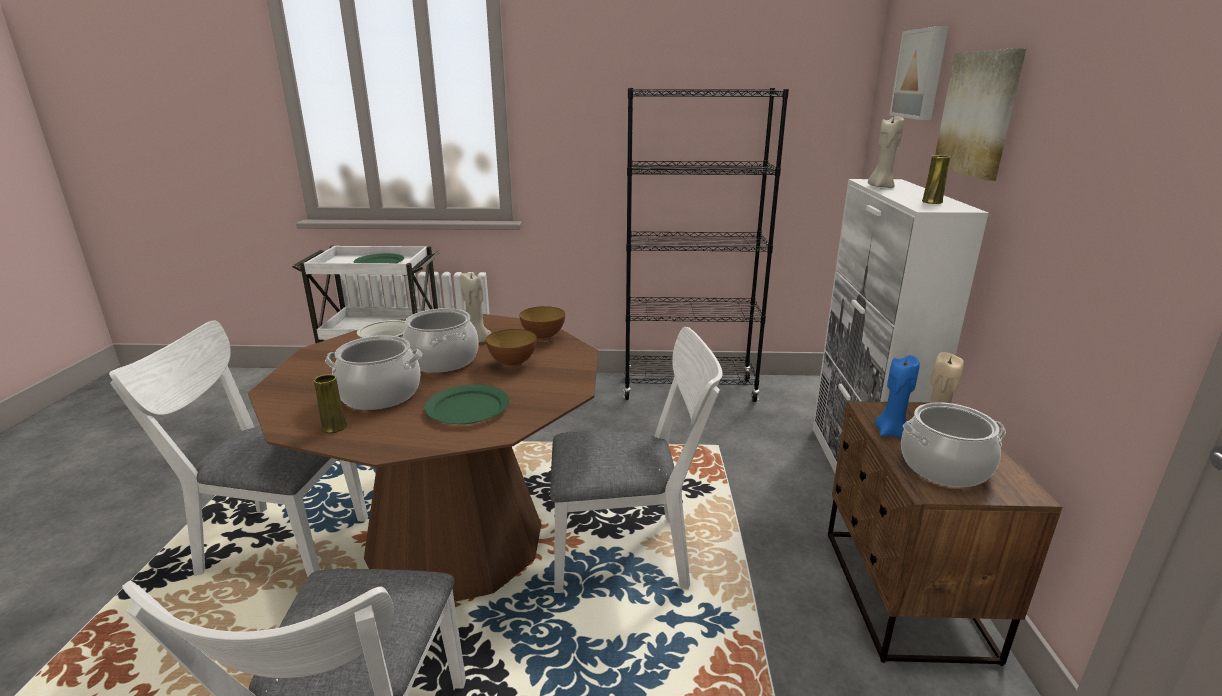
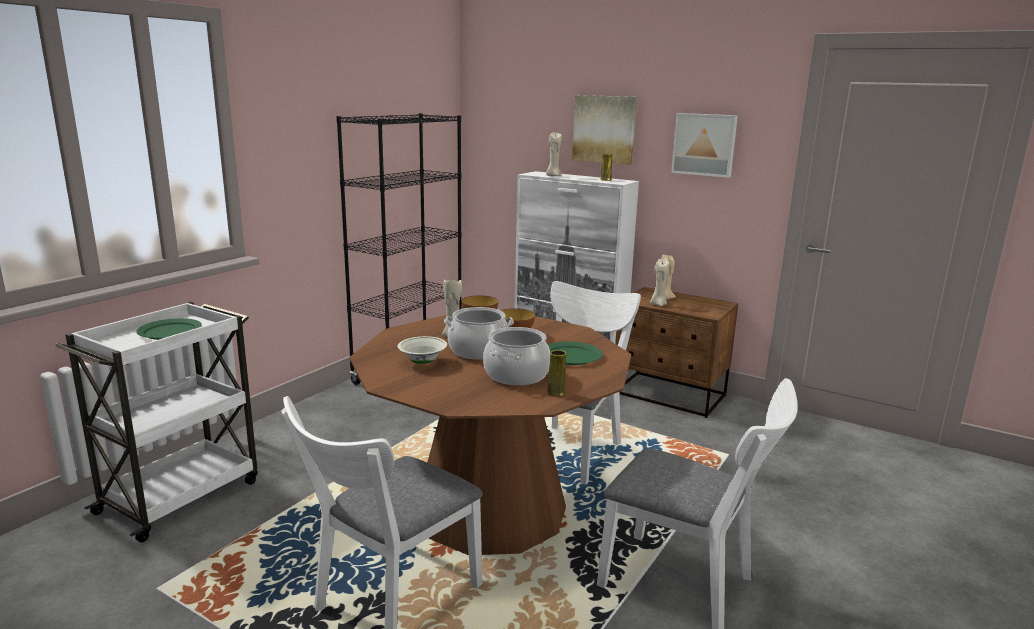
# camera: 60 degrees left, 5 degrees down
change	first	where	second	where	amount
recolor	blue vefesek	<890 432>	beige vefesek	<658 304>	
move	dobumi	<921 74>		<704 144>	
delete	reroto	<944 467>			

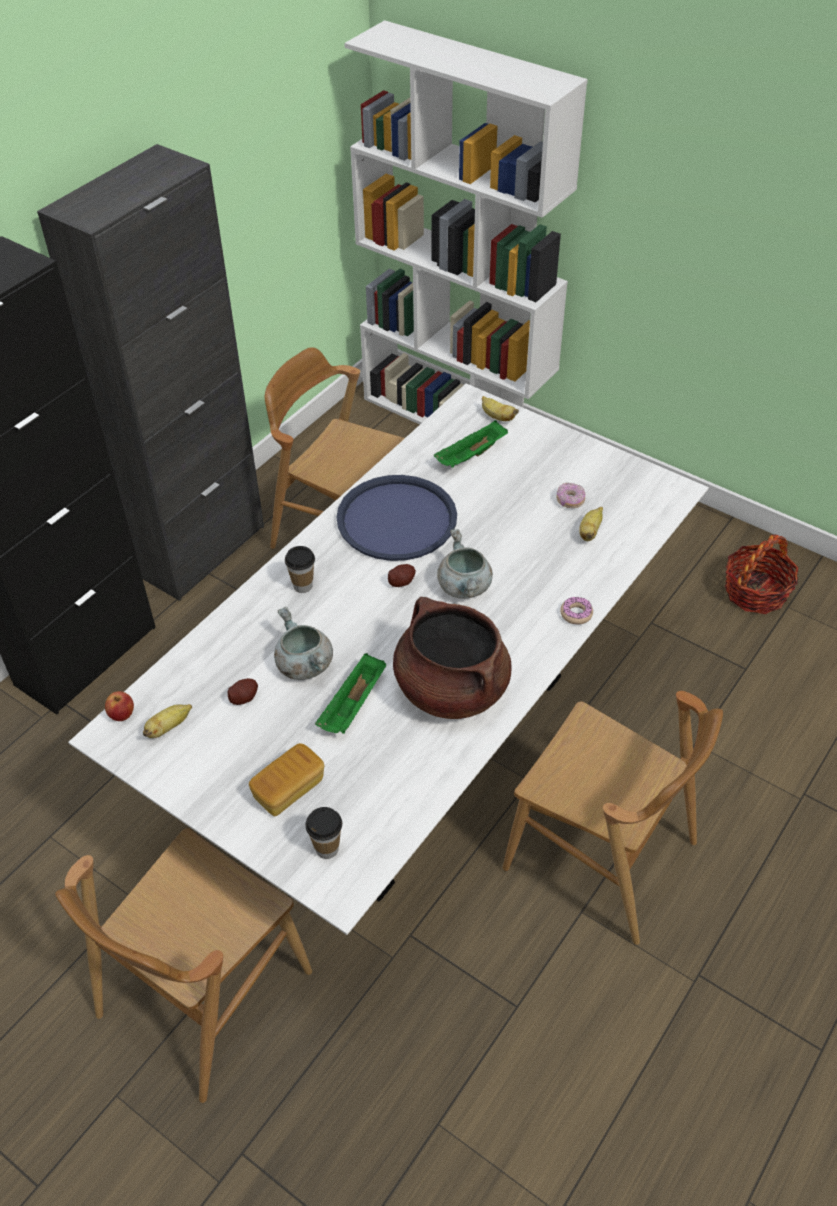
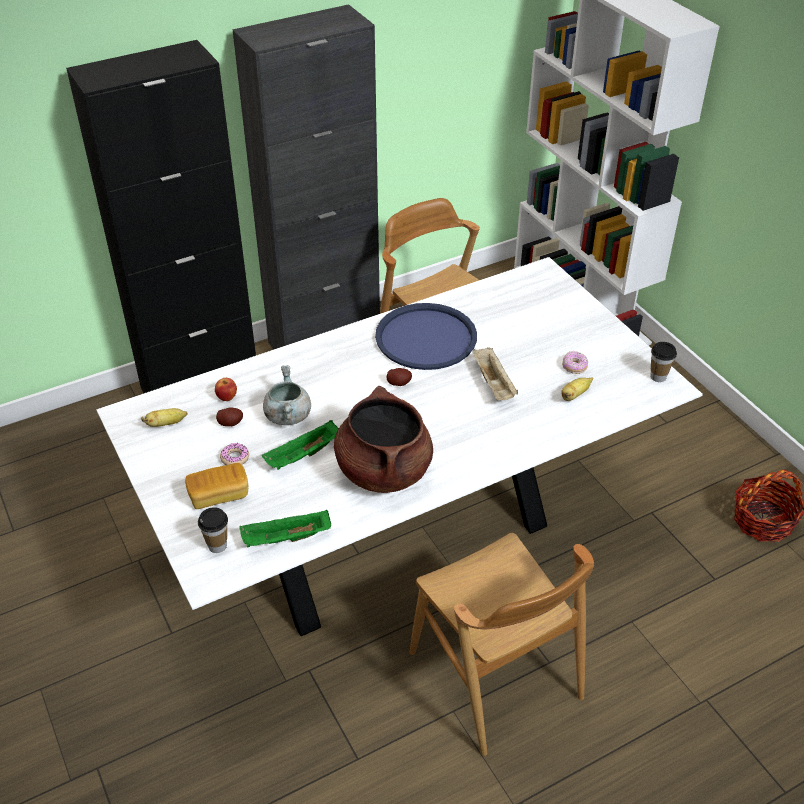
# camera: 25 degrees right, 5 degrees down
change	first	where	second	where	amount
move	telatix	<122 714>		<227 397>	
move	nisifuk	<576 614>		<235 458>	
move	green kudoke	<471 456>		<286 539>	
insert			beige kudoke	<494 384>	
move	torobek	<303 586>		<658 377>	
delete	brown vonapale	<203 993>			
delete	grey reroto	<465 587>			
delete	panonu	<497 417>			

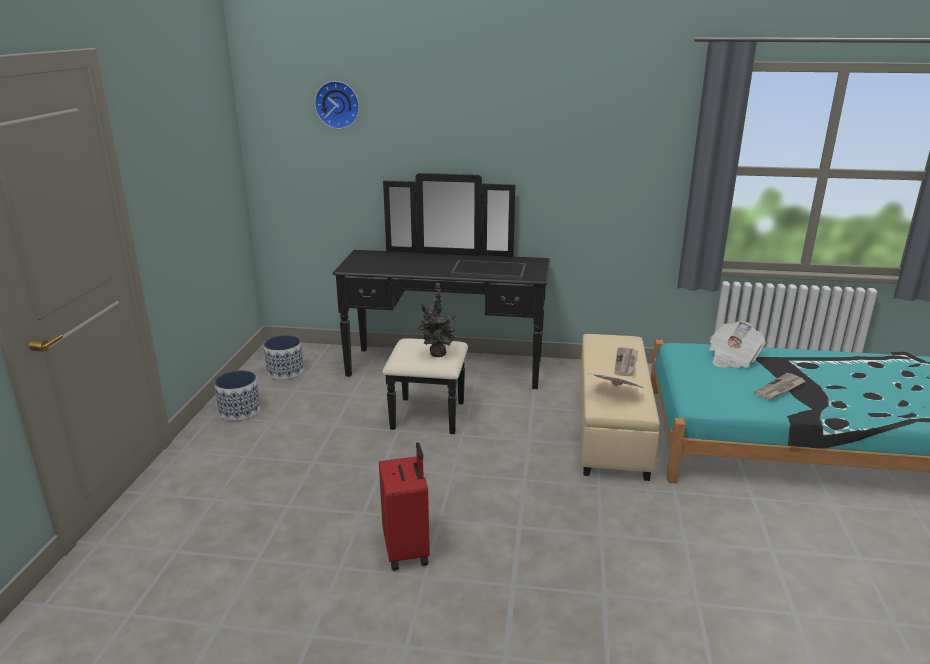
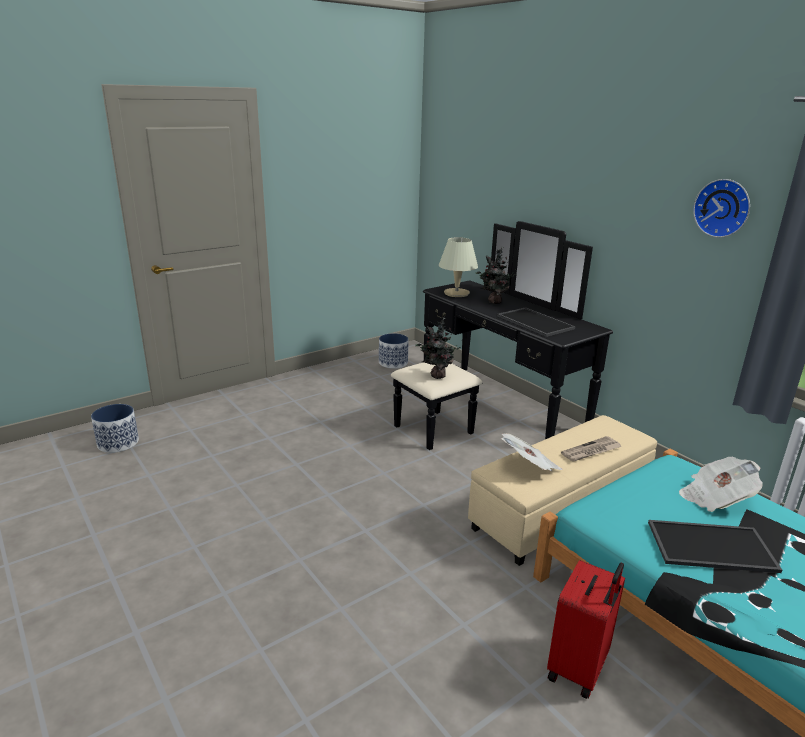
# camera: 45 degrees right, 0 degrees up
change	first	where	second	where	amount
move	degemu	<239 411>		<118 443>	
insert			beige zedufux	<456 293>	
insert			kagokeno	<493 302>	
move	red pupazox	<407 550>		<579 669>	
replace	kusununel	<780 388>	kudoke	<710 547>	
move	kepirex	<338 104>		<723 208>	

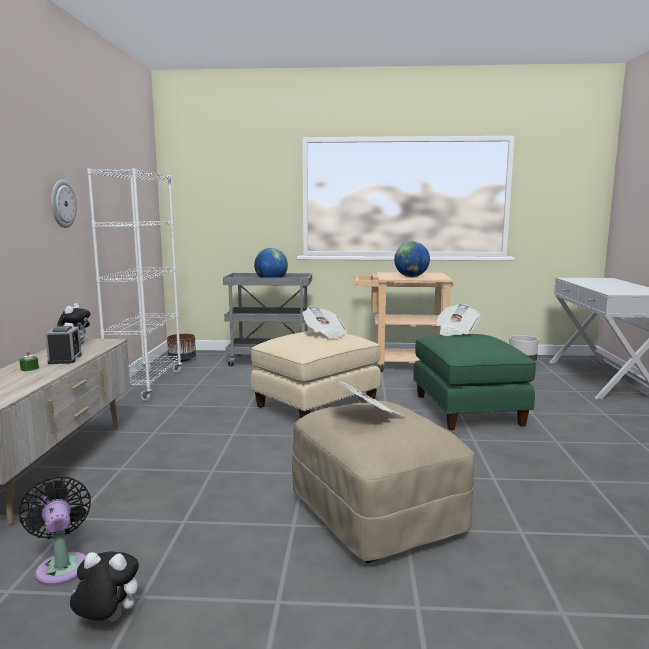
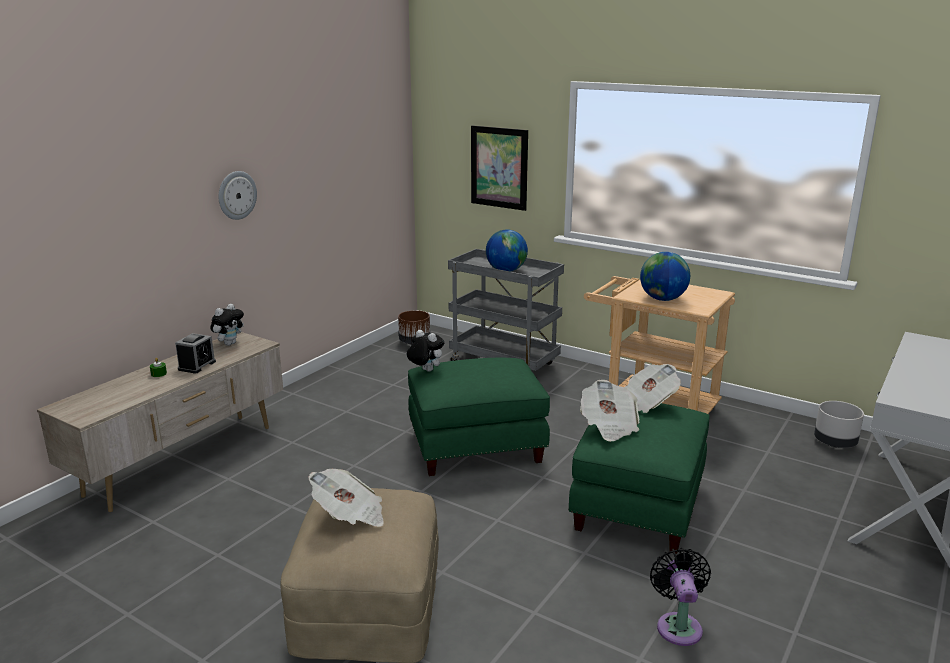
# camera: 30 degrees right, 10 degrees up
change	first	where	second	where	amount
move	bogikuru	<107 620>		<425 370>	
recolor	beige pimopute	<316 404>	green pimopute	<476 446>	
insert			dobumi	<499 167>	
move	kusununel	<324 334>		<609 426>	
move	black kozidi	<62 566>		<678 625>	
delete	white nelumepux	<146 385>			

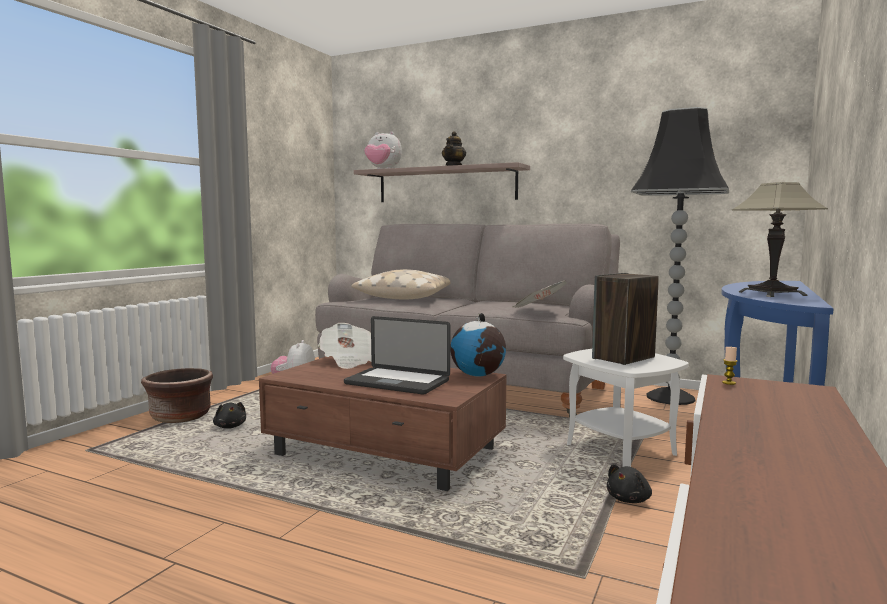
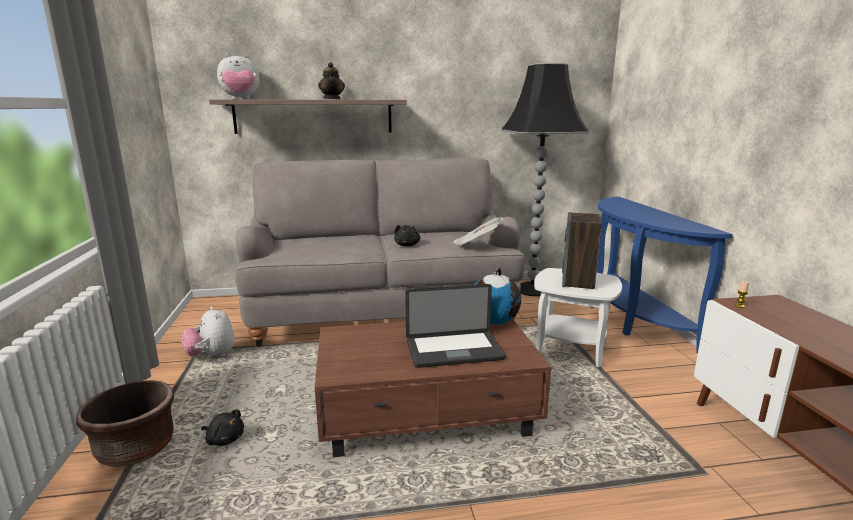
# camera: 35 degrees left, 10 degrees up
change	first	where	second	where	amount
move	black bogikuru	<629 499>		<407 245>	
delete	kusununel	<348 361>			
delete	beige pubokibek	<406 296>			
delete	zedufux	<772 294>			

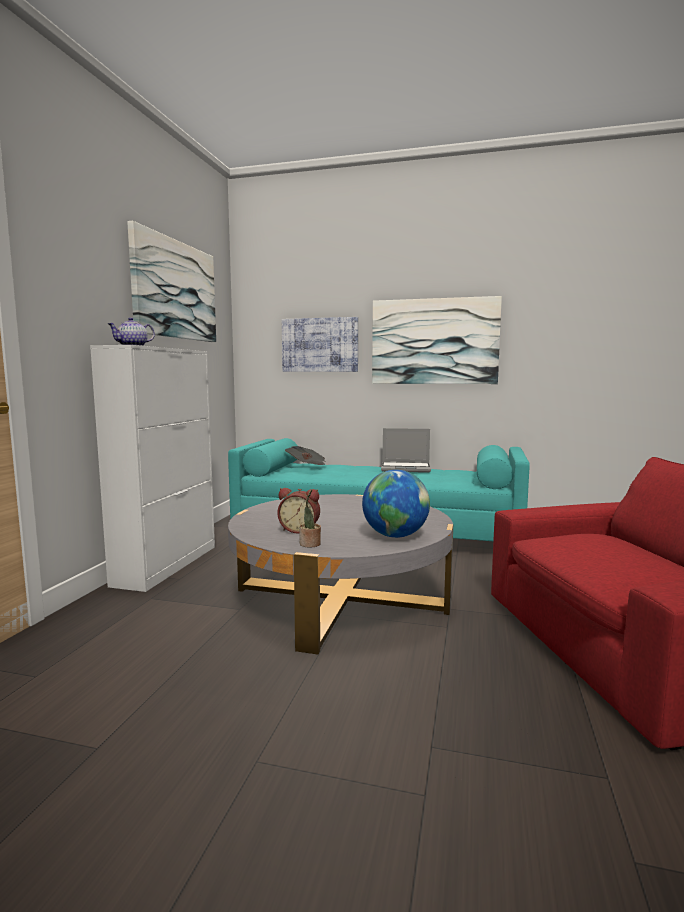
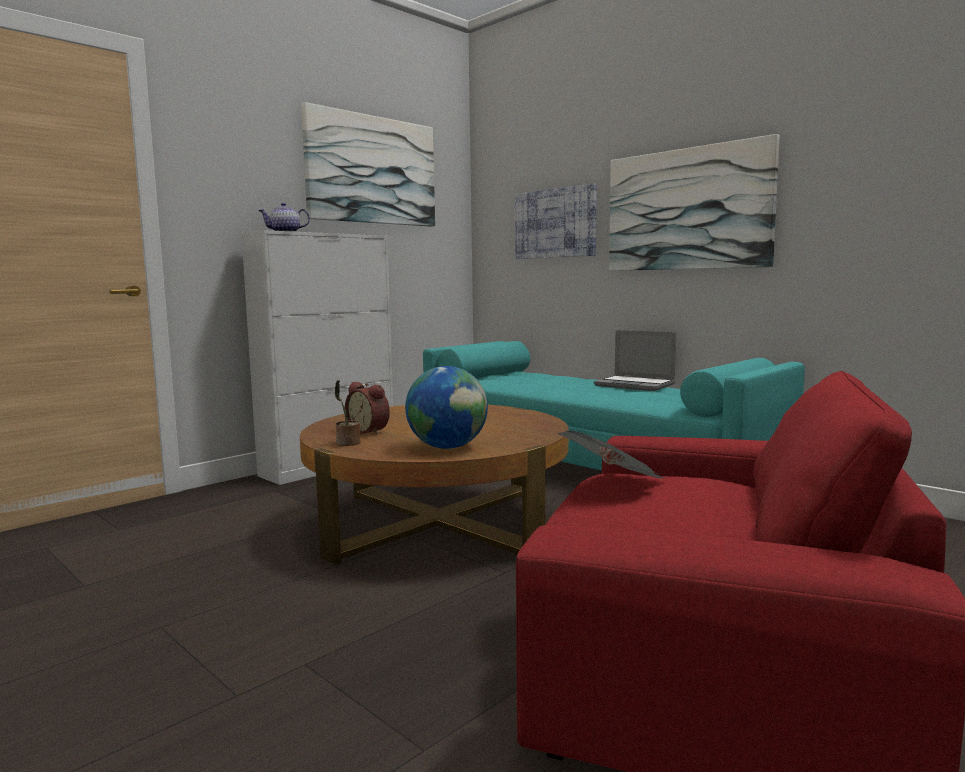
# camera: 30 degrees right, 0 degrees up
change	first	where	second	where	amount
recolor	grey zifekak	<340 598>	brown zifekak	<438 522>	
move	kusununel	<307 467>		<613 484>	

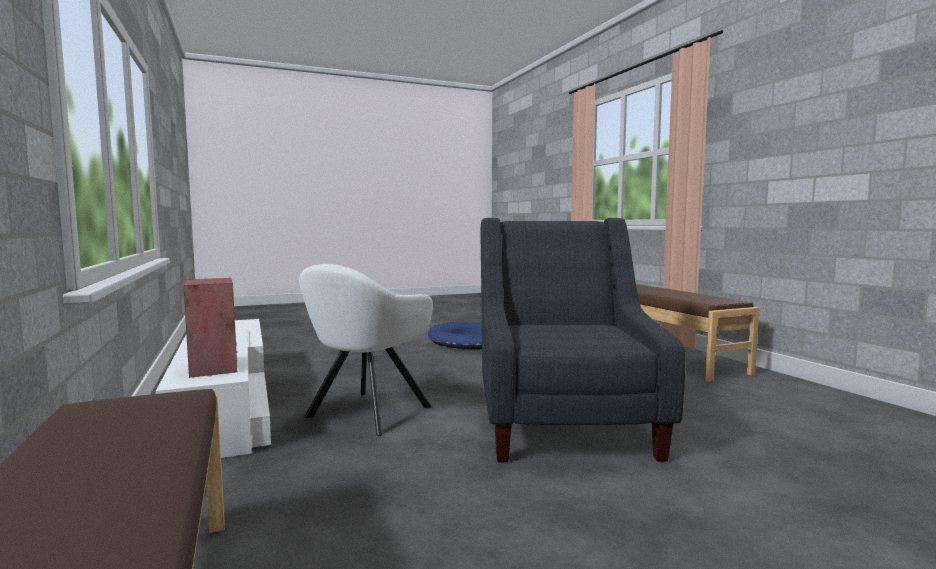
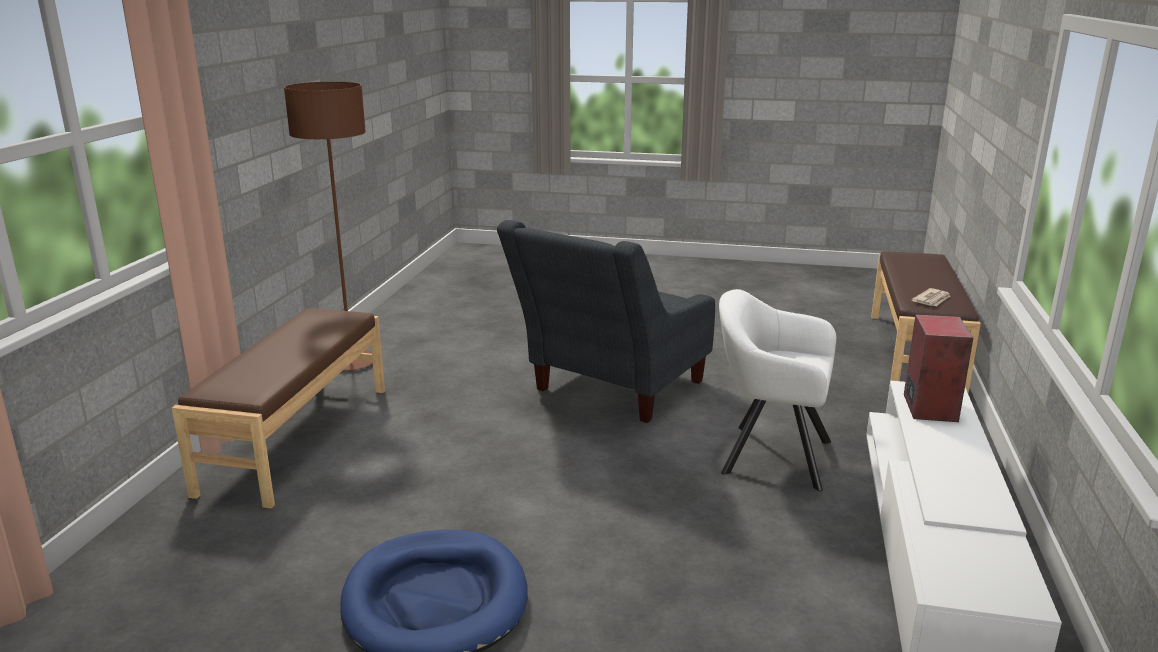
# camera: 145 degrees left, 15 degrees up
change	first	where	second	where	amount
insert			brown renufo	<351 363>	
rotate	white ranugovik	<364 414>		<769 455>	135 degrees counterclockwise
insert			kusununel	<932 300>	

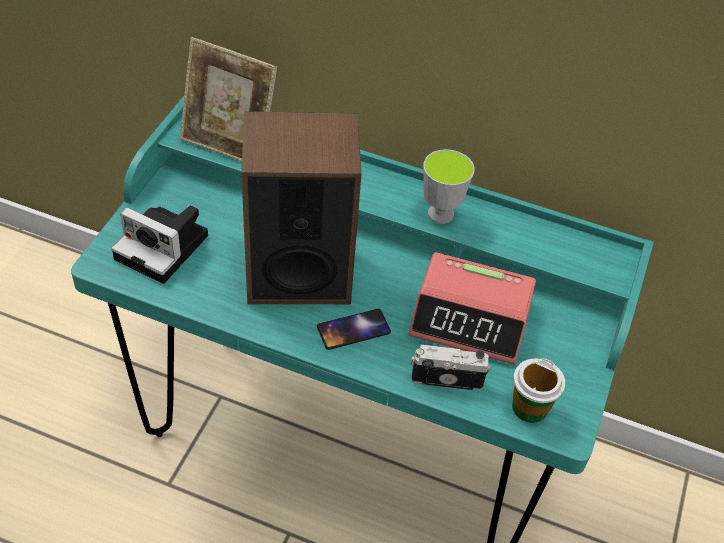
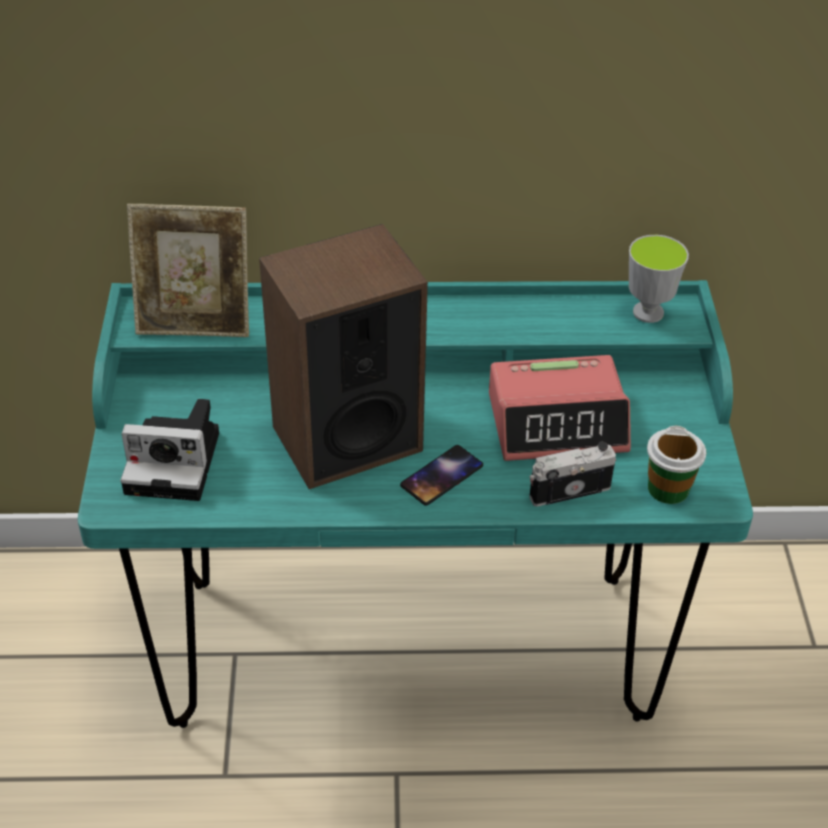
# camera: 20 degrees left, 5 degrees down
change	first	where	second	where	amount
move	torobek	<440 214>		<648 312>	

